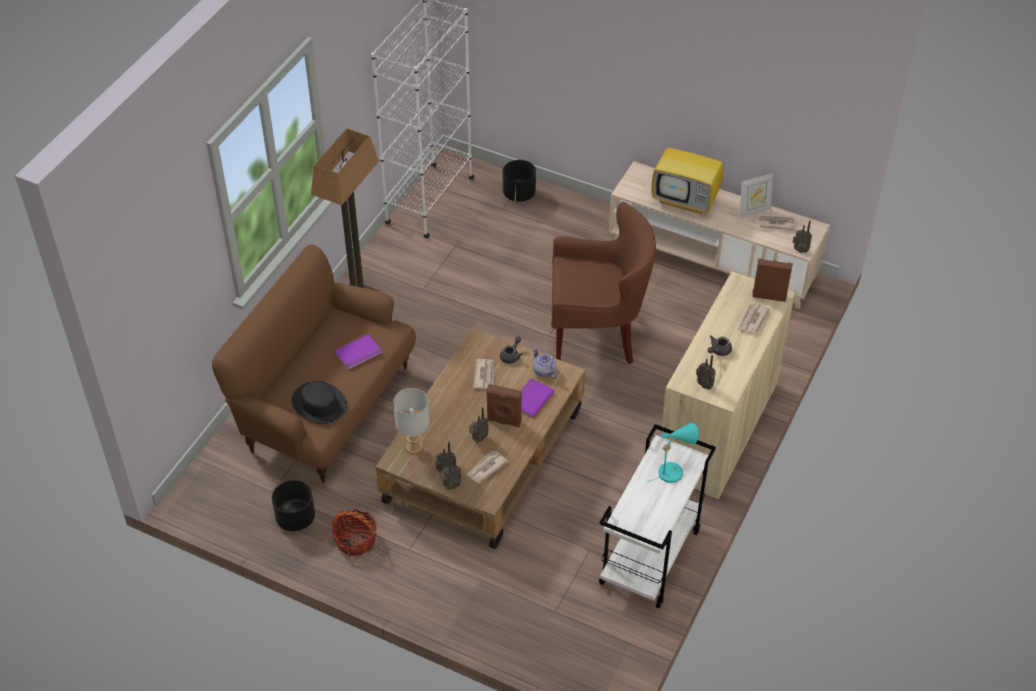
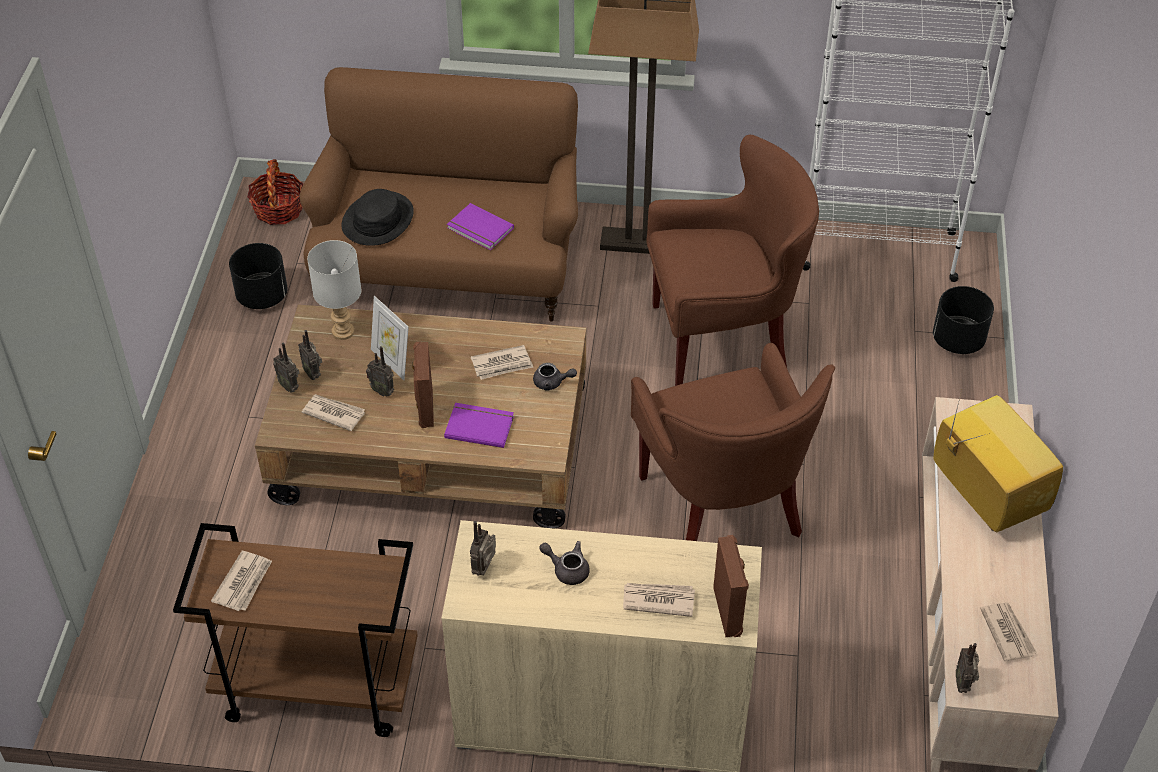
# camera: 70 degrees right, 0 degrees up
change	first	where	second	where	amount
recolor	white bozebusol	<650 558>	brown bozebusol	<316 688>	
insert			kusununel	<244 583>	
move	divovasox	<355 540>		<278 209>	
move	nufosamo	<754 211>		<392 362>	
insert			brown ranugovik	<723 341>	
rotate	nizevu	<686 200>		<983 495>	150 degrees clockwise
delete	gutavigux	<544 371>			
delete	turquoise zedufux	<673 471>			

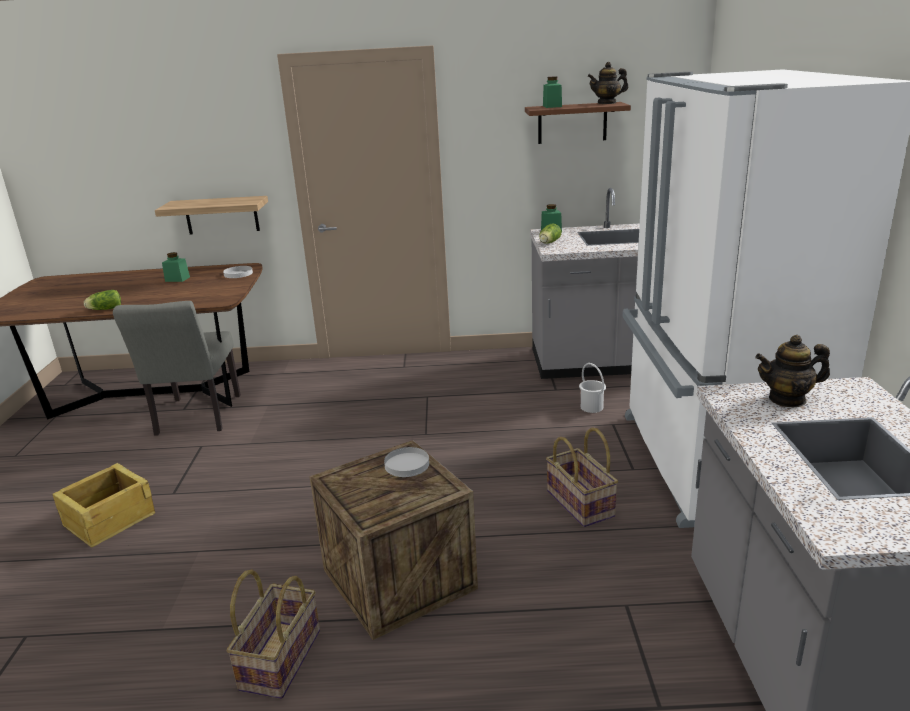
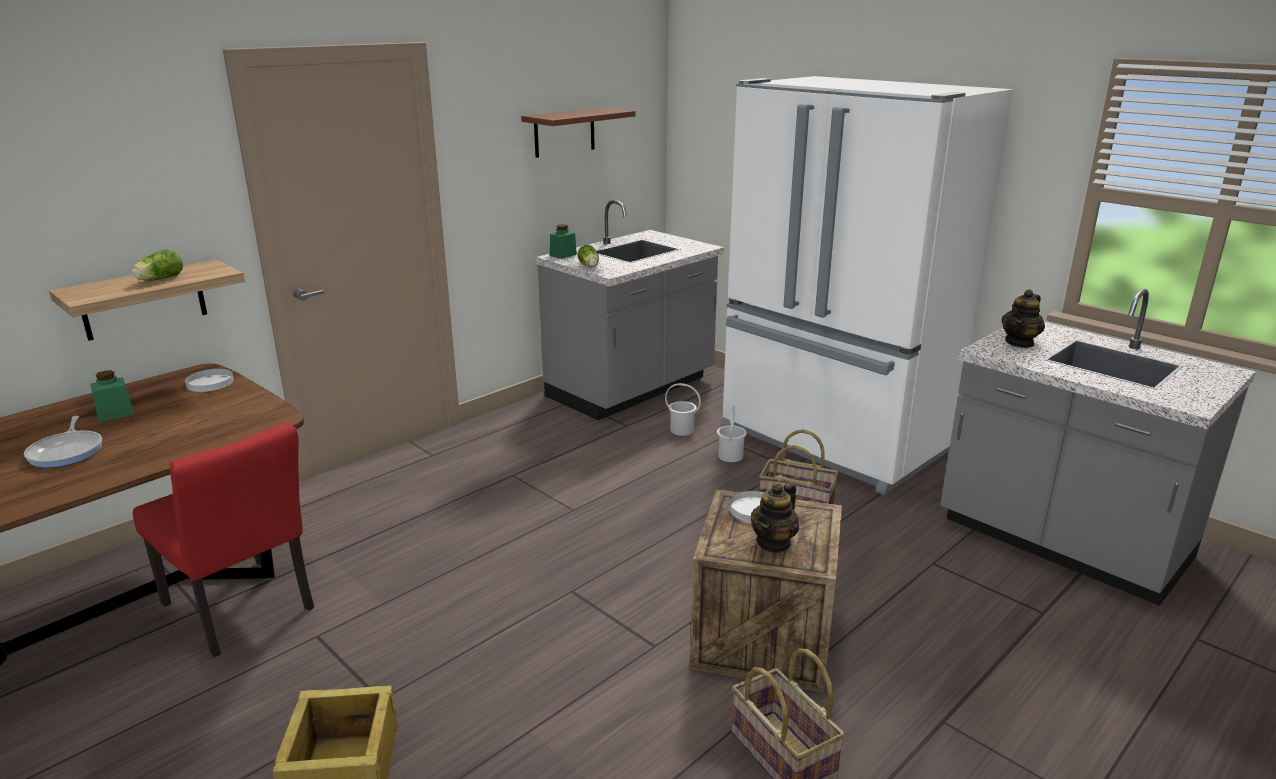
# camera: 45 degrees left, 0 degrees up
change	first	where	second	where	amount
insert			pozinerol	<67 451>	
move	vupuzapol	<104 309>		<158 279>	
recolor	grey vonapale	<196 418>	red vonapale	<244 611>	
insert			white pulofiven	<730 456>	
move	gutavigux	<607 103>		<774 543>	
delete	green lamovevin	<552 106>			

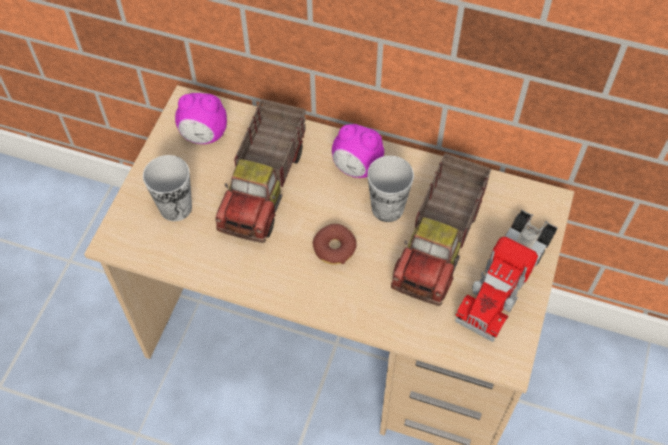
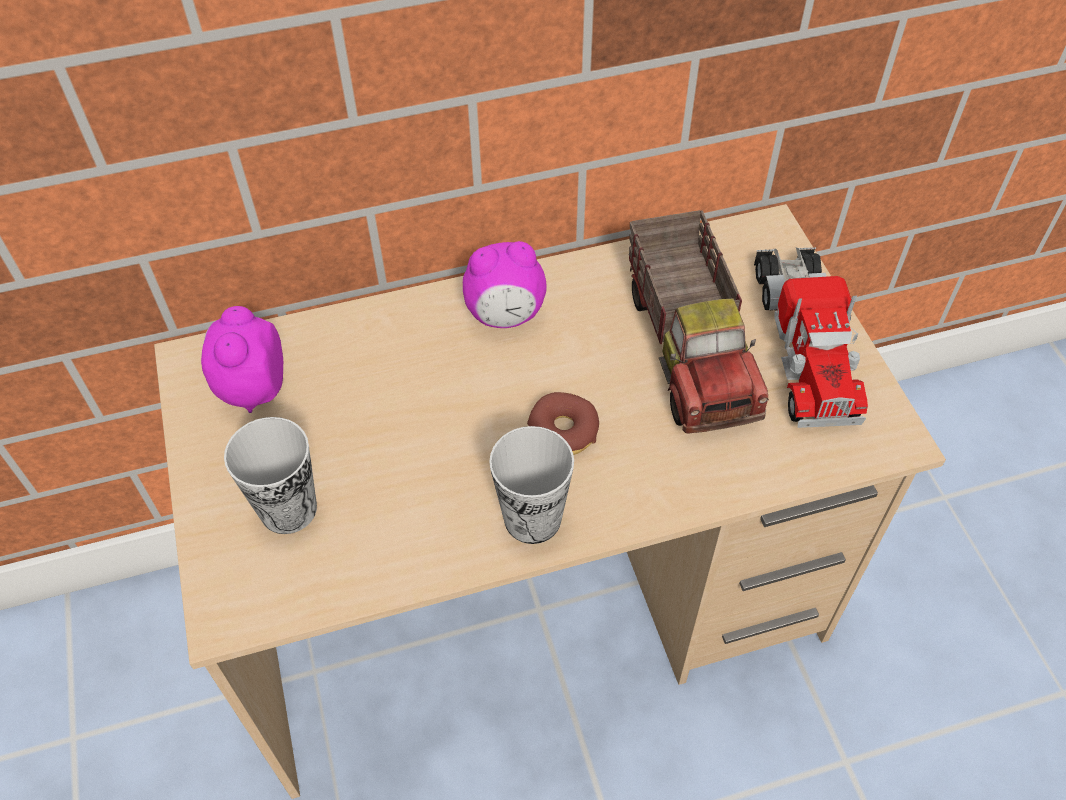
# camera: 35 degrees left, 5 degrees down
change	first	where	second	where	amount
rotate	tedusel	<204 135>		<252 388>	120 degrees clockwise
move	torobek	<387 208>		<532 518>	
delete	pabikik	<265 186>			

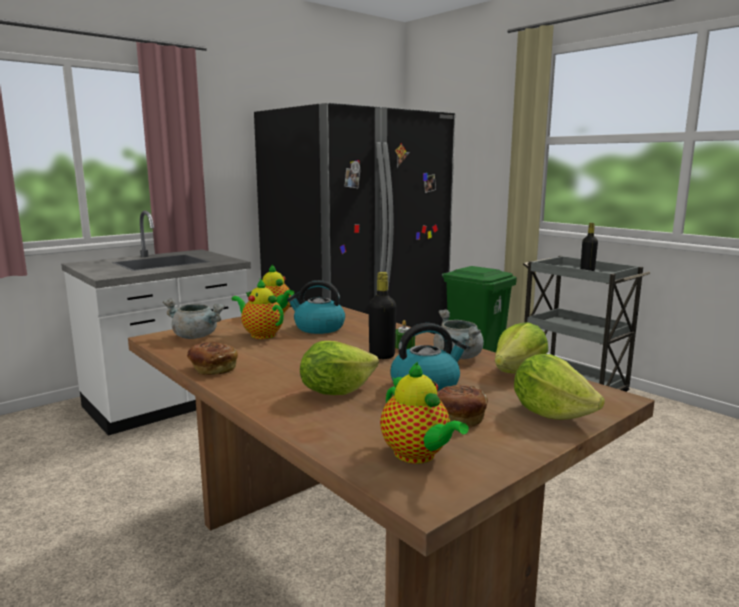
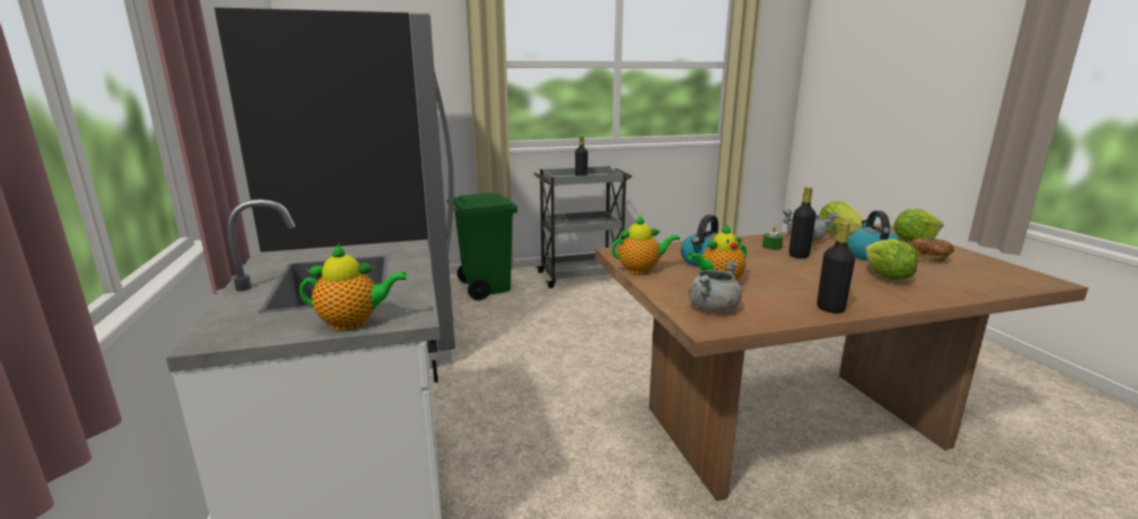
# camera: 65 degrees left, 5 degrees up
change	first	where	second	where	amount
move	gutavigux	<417 455>		<354 322>	
replace	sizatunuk	<212 369>	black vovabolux	<830 309>	

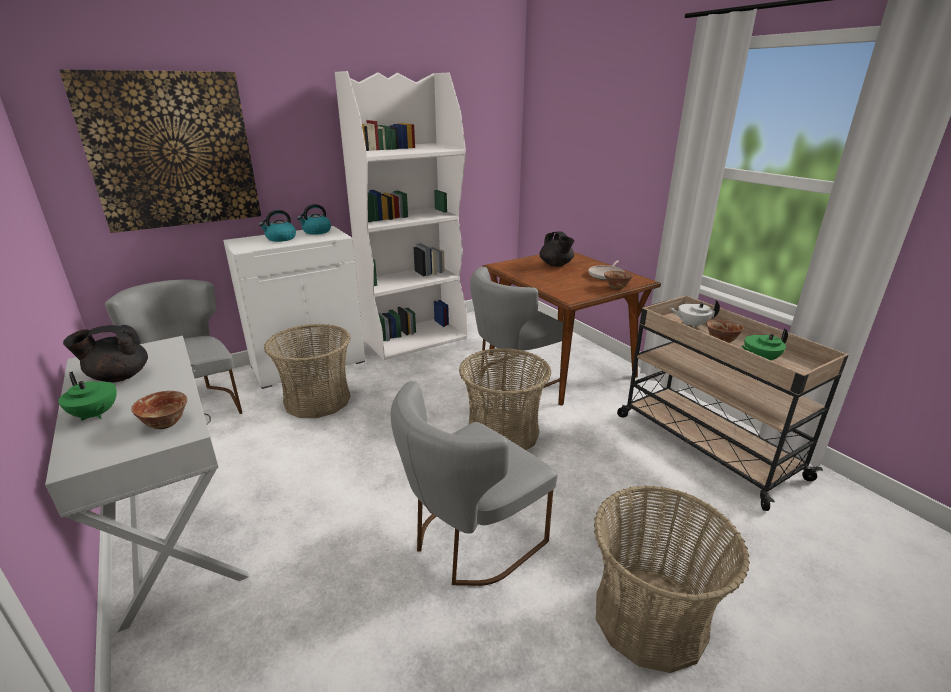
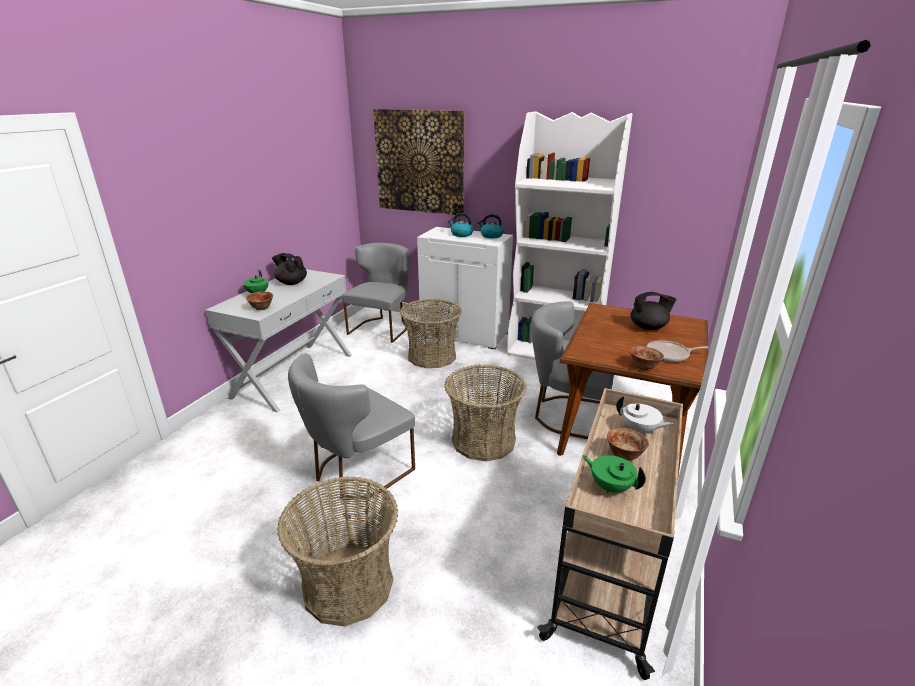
# camera: 55 degrees right, 0 degrees up
change	first	where	second	where	amount
rotate	grey vonapale	<470 542>		<356 473>	60 degrees counterclockwise
rotate	white gutavigux	<691 324>		<640 430>	150 degrees clockwise
rotate	black gutavigux	<556 265>		<648 327>	120 degrees counterclockwise

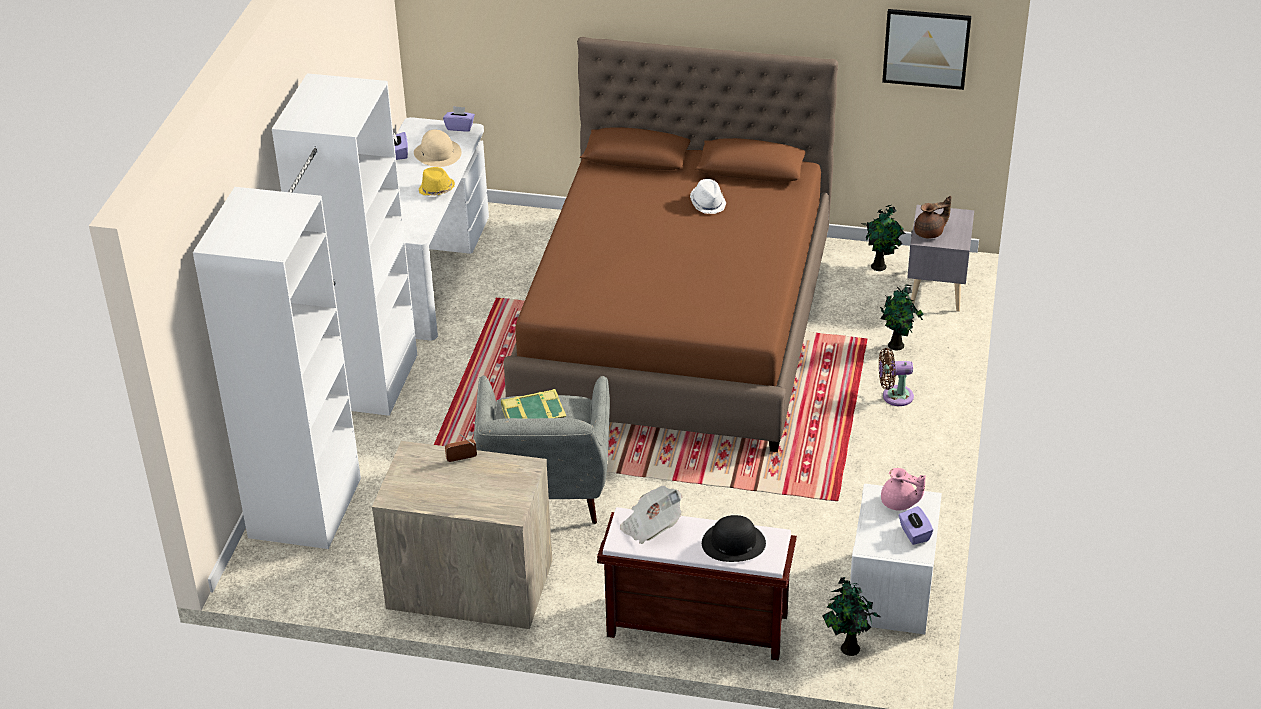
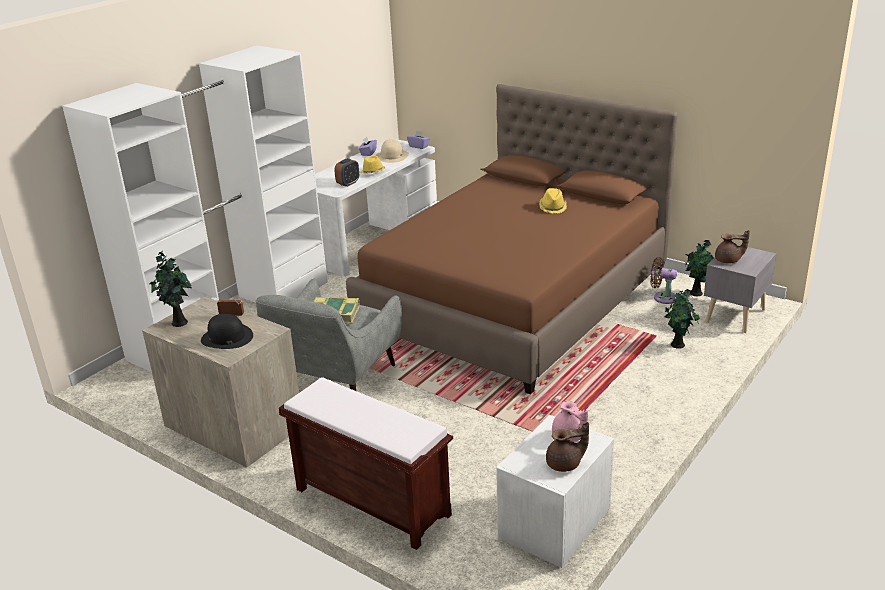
# camera: 25 degrees right, 10 degrees down
change	first	where	second	where	amount
move	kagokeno	<848 648>		<178 322>	
move	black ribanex	<733 543>		<226 337>	
insert			tedusel	<348 183>	
recolor	white ribanex	<708 203>	yellow ribanex	<553 207>	
replace	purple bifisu	<914 534>	brown gutavigux	<565 464>	
move	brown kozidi	<894 396>		<662 297>	
delete	kusununel	<651 526>			
delete	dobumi	<926 48>			

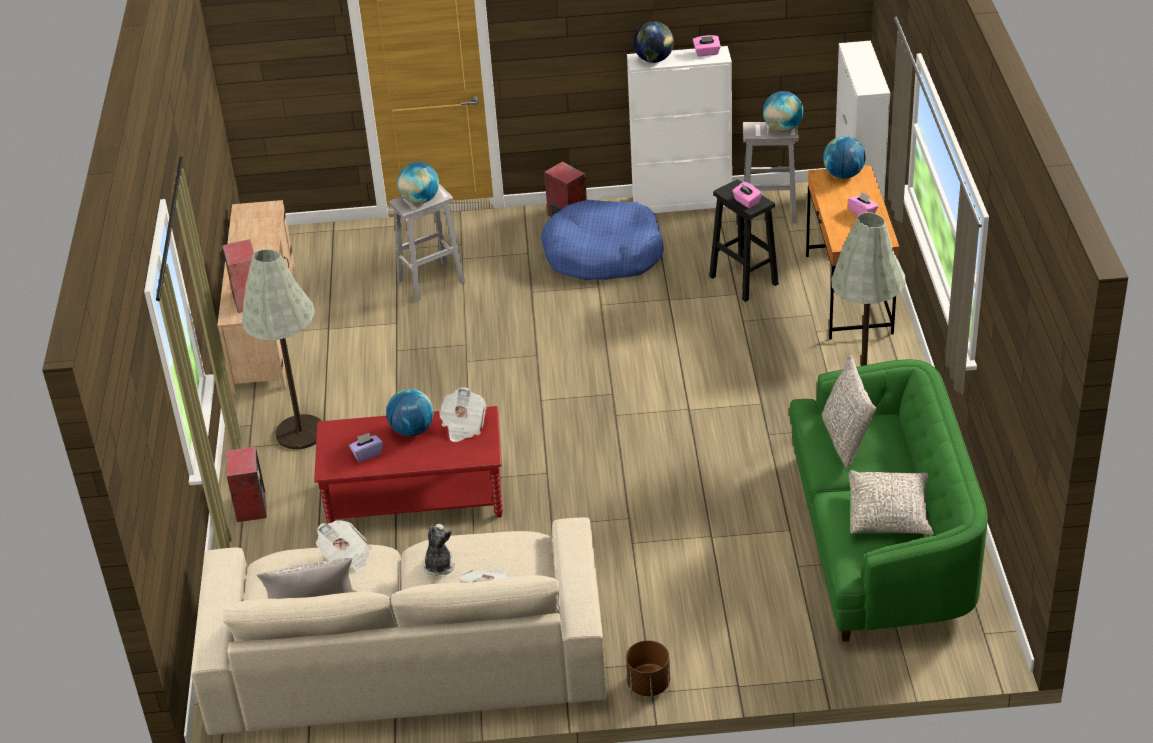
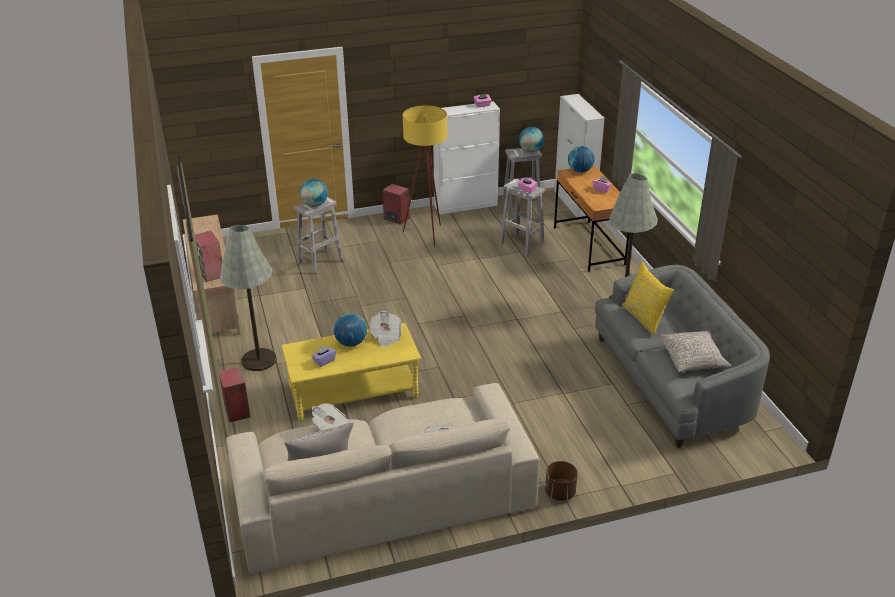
# camera: 15 degrees left, 5 degrees down
change	first	where	second	where	amount
recolor	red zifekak	<415 498>	yellow zifekak	<353 392>	
replace	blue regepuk	<603 254>	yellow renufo	<427 237>	
recolor	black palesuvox	<742 280>	white palesuvox	<520 244>	
recolor	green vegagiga	<881 539>	grey vegagiga	<672 382>	
recolor	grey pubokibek	<846 440>	yellow pubokibek	<644 318>	
delete	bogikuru	<438 566>			
delete	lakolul	<654 60>			

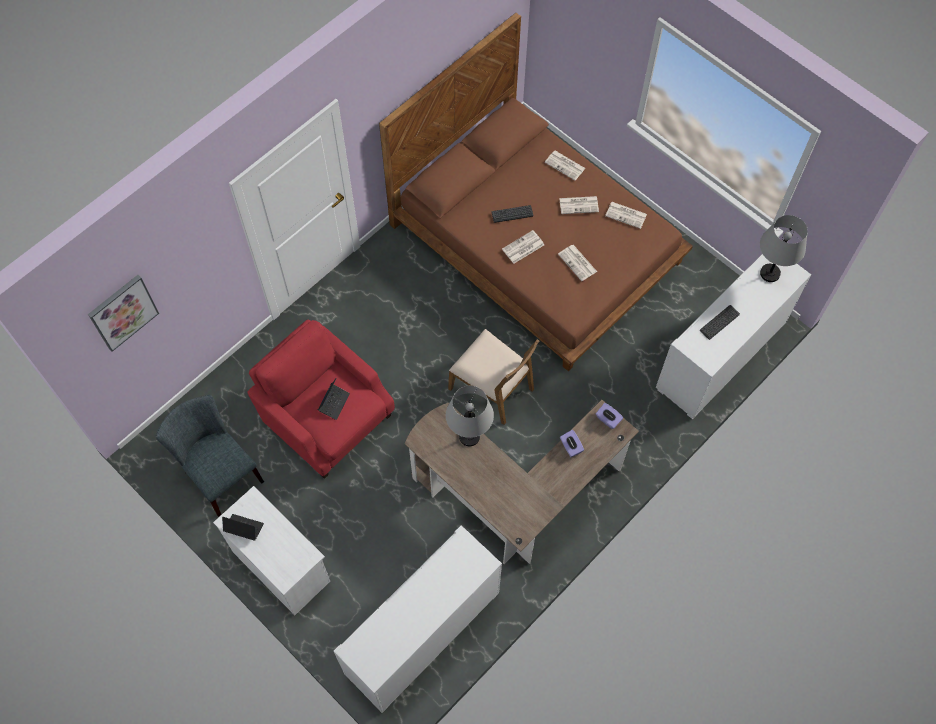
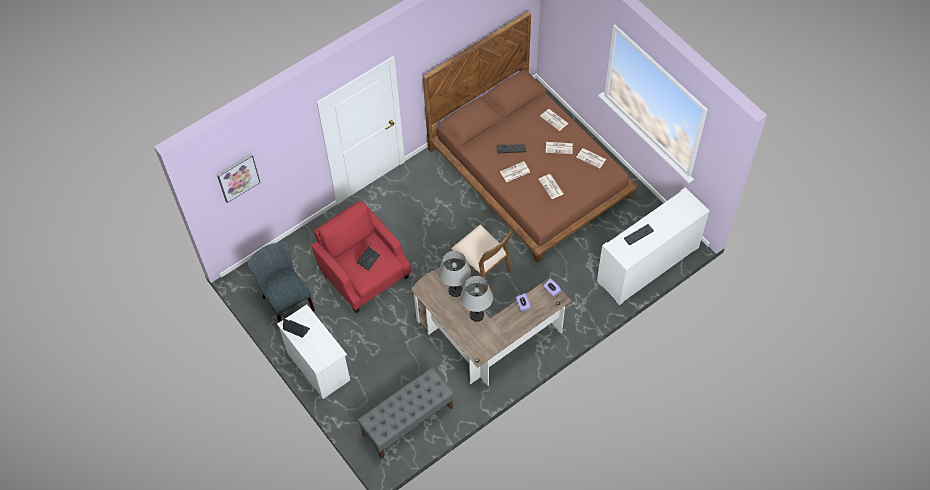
# camera: 10 degrees right, 5 degrees down
change	first	where	second	where	amount
replace	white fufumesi	<422 633>	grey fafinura	<407 421>	
move	grey zedufux	<770 273>		<477 315>	

